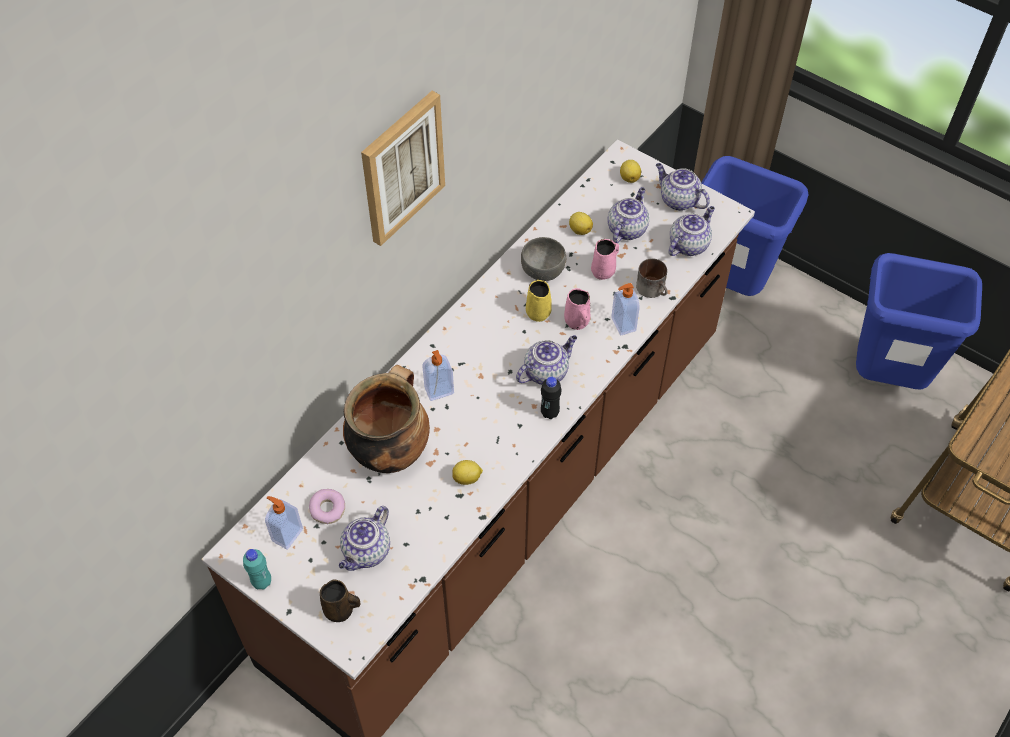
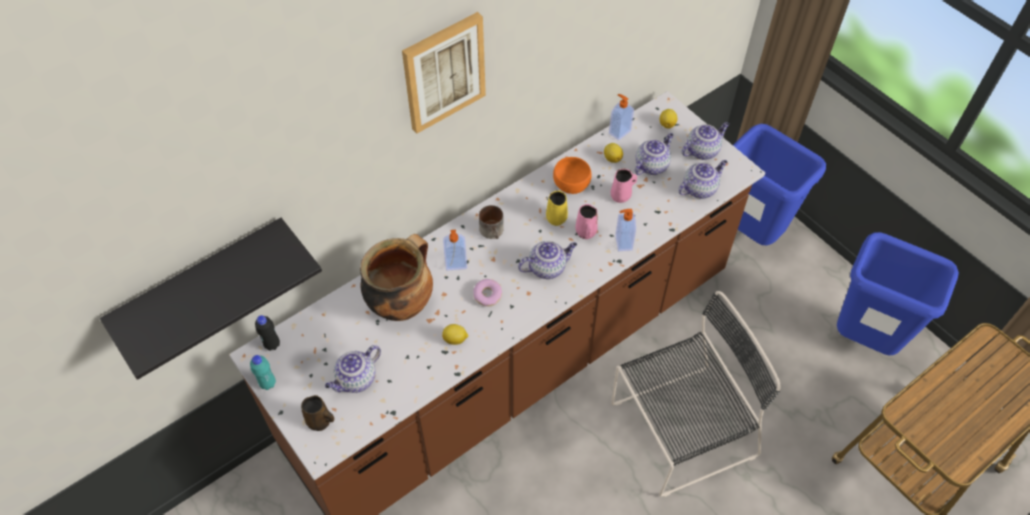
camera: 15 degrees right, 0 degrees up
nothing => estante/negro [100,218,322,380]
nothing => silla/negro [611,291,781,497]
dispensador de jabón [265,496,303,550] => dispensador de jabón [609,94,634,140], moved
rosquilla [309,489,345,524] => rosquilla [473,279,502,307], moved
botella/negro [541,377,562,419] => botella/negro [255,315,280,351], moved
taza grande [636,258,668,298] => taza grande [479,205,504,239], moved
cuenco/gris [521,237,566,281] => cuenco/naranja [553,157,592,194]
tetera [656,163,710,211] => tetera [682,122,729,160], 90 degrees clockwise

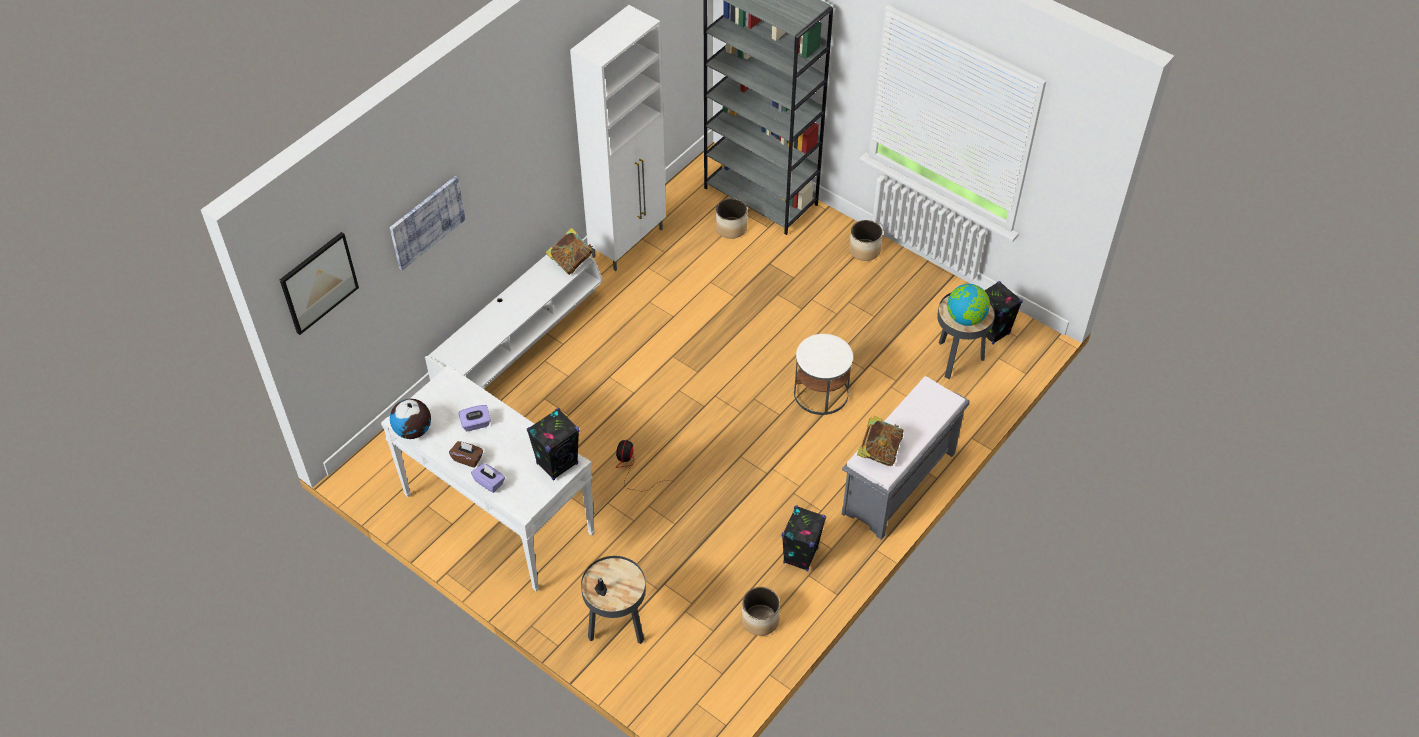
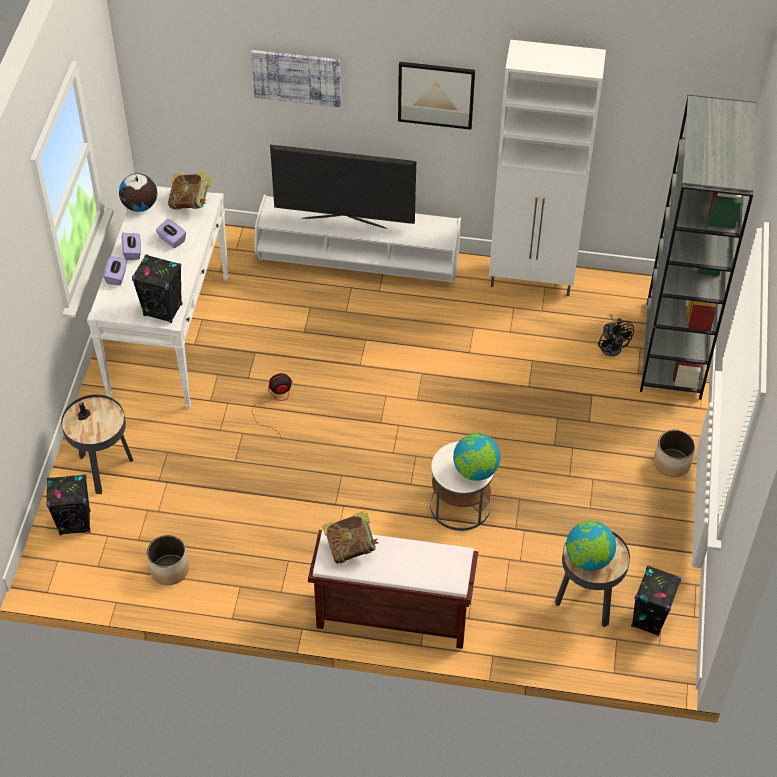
camera: 60 degrees right, 0 degrees up
nothing => televisor [270,145,416,229]
nothing => globo terráqueo [453,433,501,481]
cuadro [280,232,359,335] => cuadro [398,62,475,130], moved
libro [546,228,593,275] => libro [168,173,212,210], moved
altavoz/negro [782,505,826,572] => altavoz/negro [46,474,91,535], moved
maceta [715,198,747,239] => ventilador/negro [598,314,634,357]
caja de pañuelos/marrón [449,441,483,468] => caja de pañuelos/morado [122,232,141,260]
banco/gris [842,376,970,540] => banco/marrón [308,529,478,649]

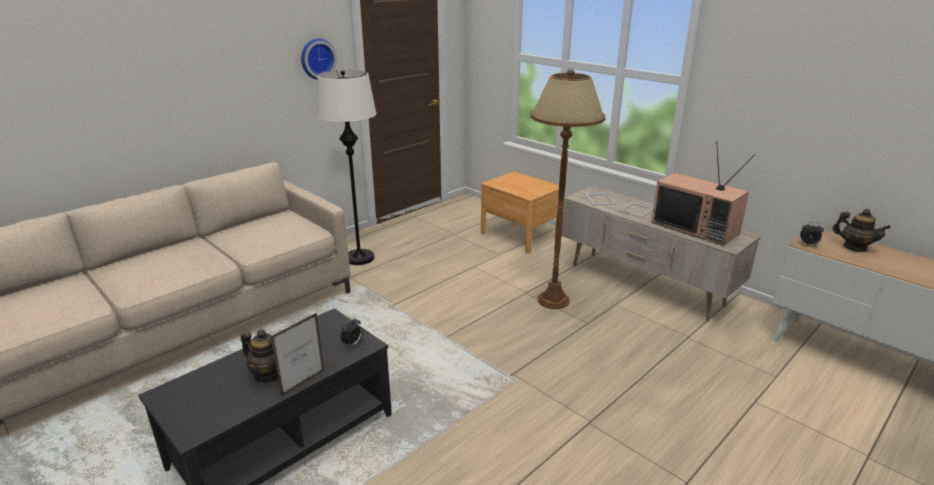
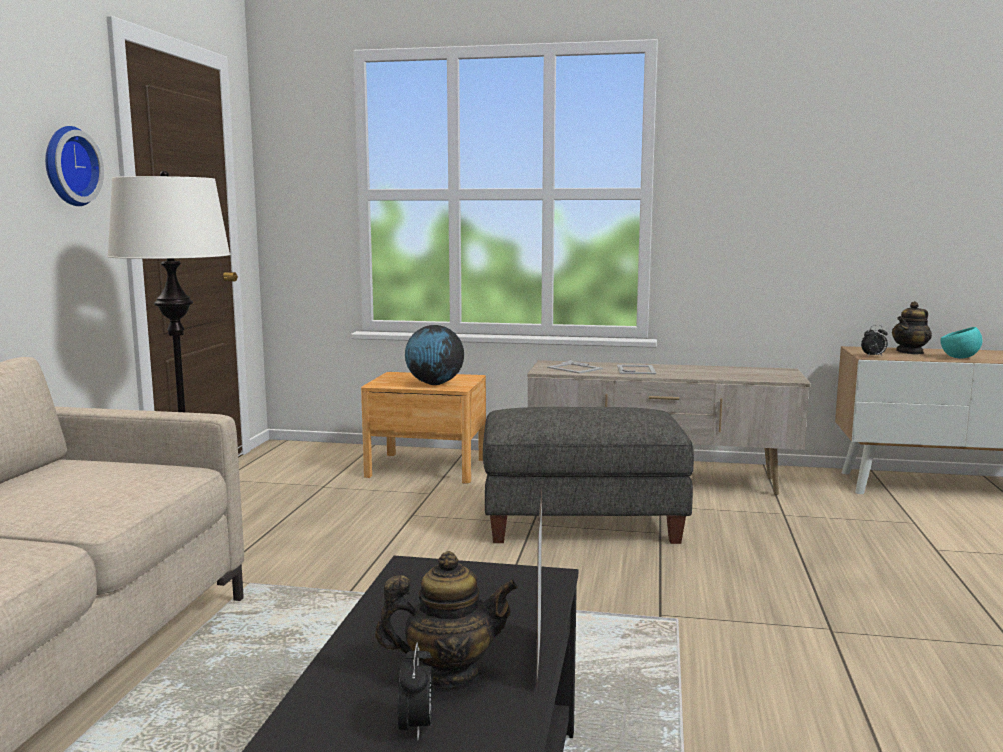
camera: 35 degrees left, 15 degrees down
televisor [651,141,755,246] => nothing
nothing => globo terráqueo [405,325,464,385]
nothing => cuenco/turquesa [940,327,983,358]
despertador [340,317,363,348] => despertador [398,643,433,740], moved
lámpara de pie/marrón [531,69,606,309] => puf/gris [483,407,694,544]
tetera [832,209,891,252] => tetera [892,301,932,355], 135 degrees clockwise

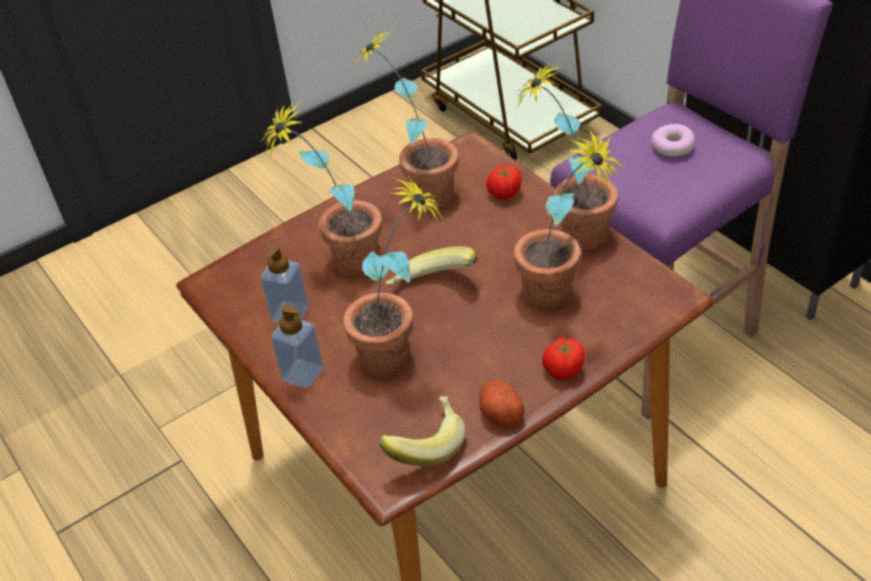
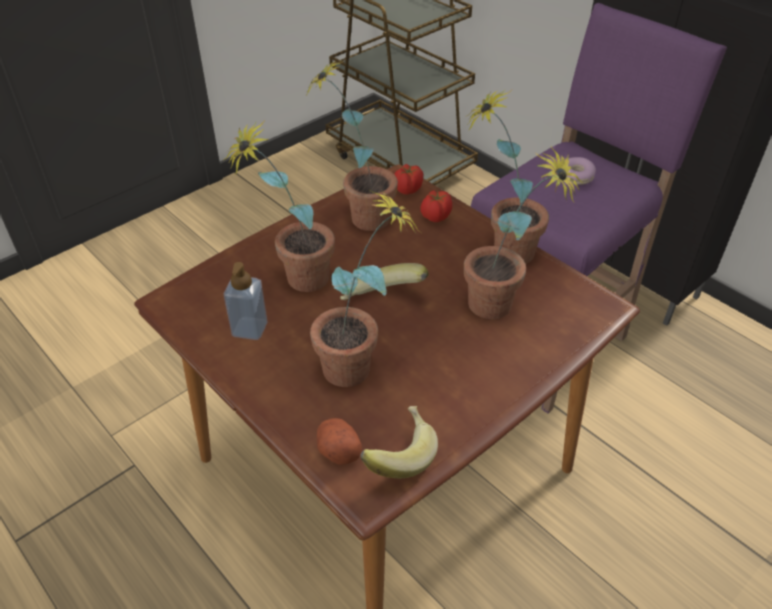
camera: 10 degrees left, 0 degrees up
dispensador de jabón [271,304,324,388] => nothing
patata [479,380,524,426] => patata [317,418,362,465], moved
tomate [542,337,585,380] => tomate [394,164,423,195], moved

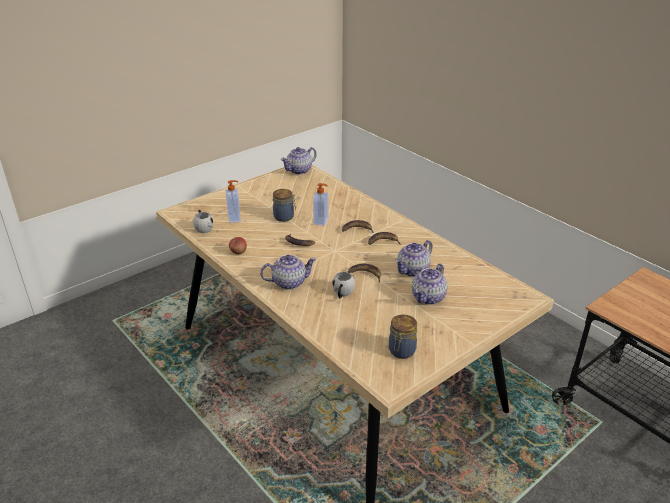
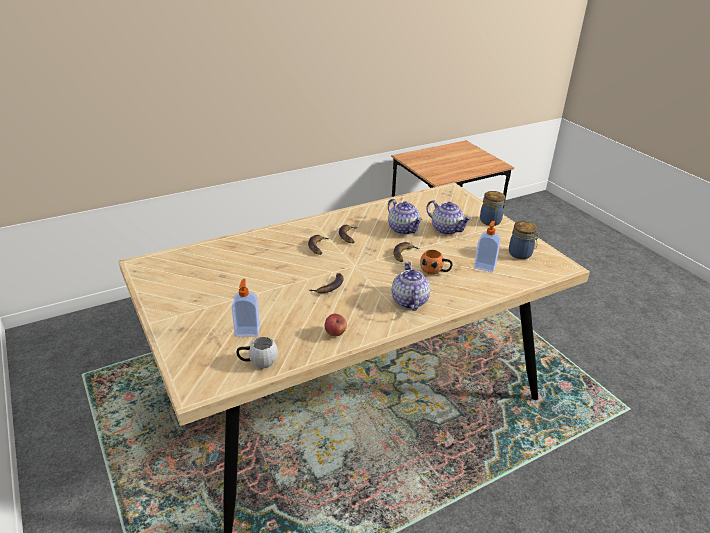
camera: 80 degrees left, 0 degrees up
tetera [281,147,317,175] => nothing
tarro [273,189,296,222] => tarro [480,191,505,226], moved
dispensador de jabón [313,183,328,226] => dispensador de jabón [474,221,501,273], moved
taza grande/blanco [332,272,355,298] => taza grande/naranja [420,250,452,275]

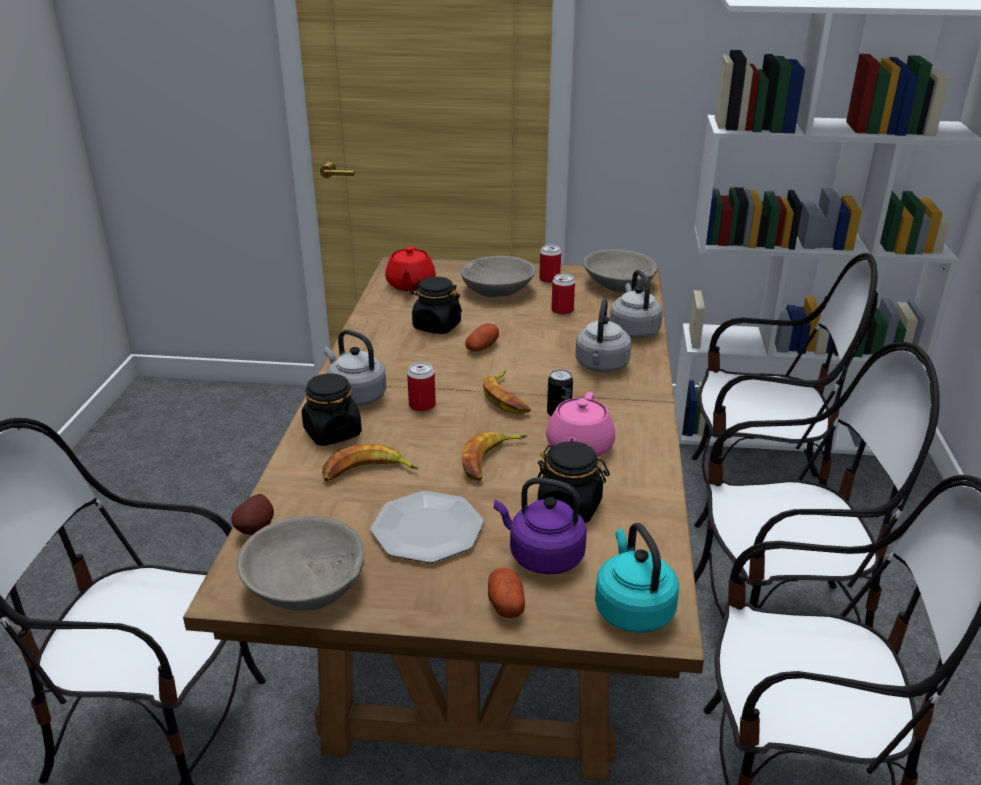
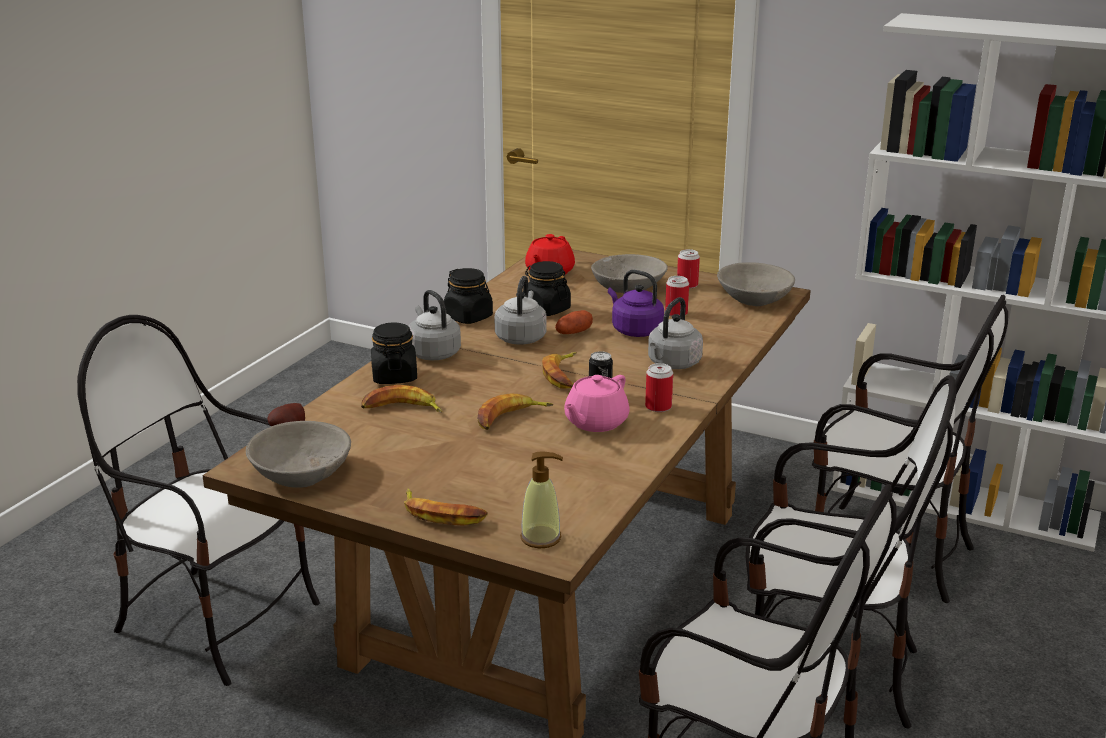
camera: 20 degrees right, 5 degrees down
plato [371,491,484,563] => nothing
lata [407,362,436,412] => lata [645,363,673,412], moved
hervidor/morado [494,477,587,574] => hervidor/morado [608,270,664,337], moved
tarro/negro [537,441,610,523] => tarro/negro [444,268,493,324], moved
hervidor/gris [610,270,663,339] => hervidor/gris [495,276,546,345], moved
patata [488,568,525,618] => plátano [404,488,488,526]
hervidor/turquesa [595,523,679,633] => dispensador de jabón [520,451,563,548]

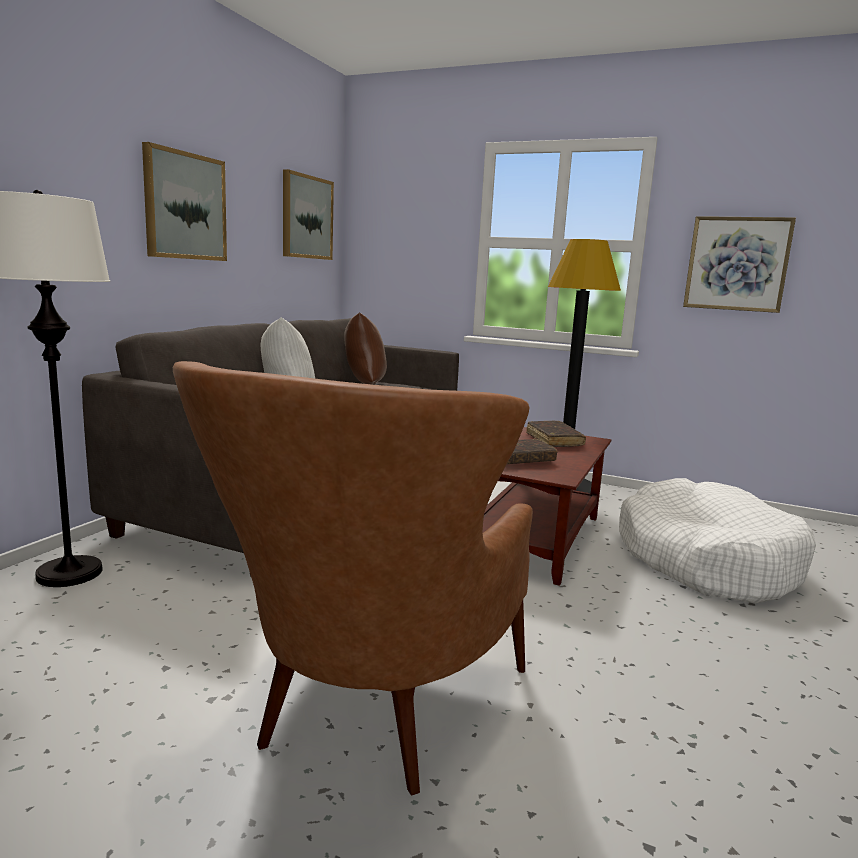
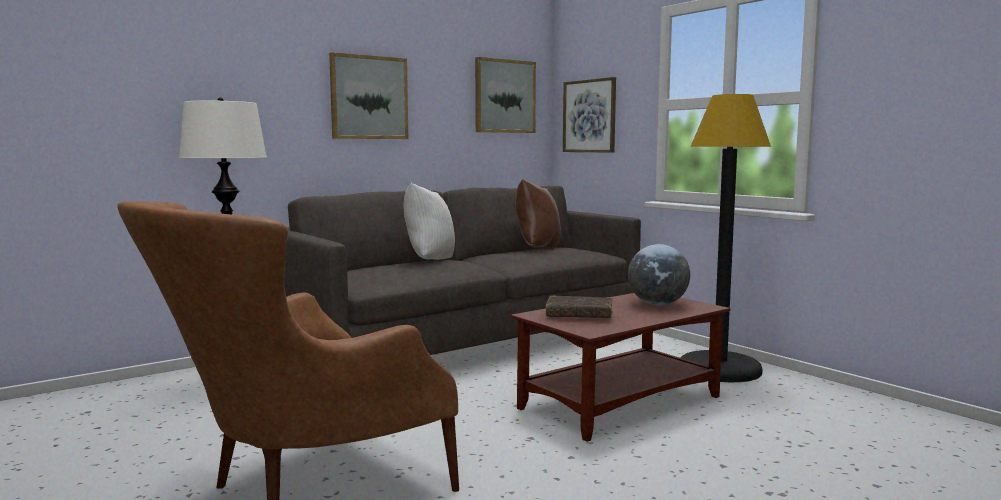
camera: 30 degrees right, 5 degrees down
cama para perro/blanco [619,478,816,604] => nothing
cuadro [683,216,796,313] => cuadro [563,77,616,153], moved
libro/marrón [526,421,586,447] => globo terráqueo [628,244,690,305]

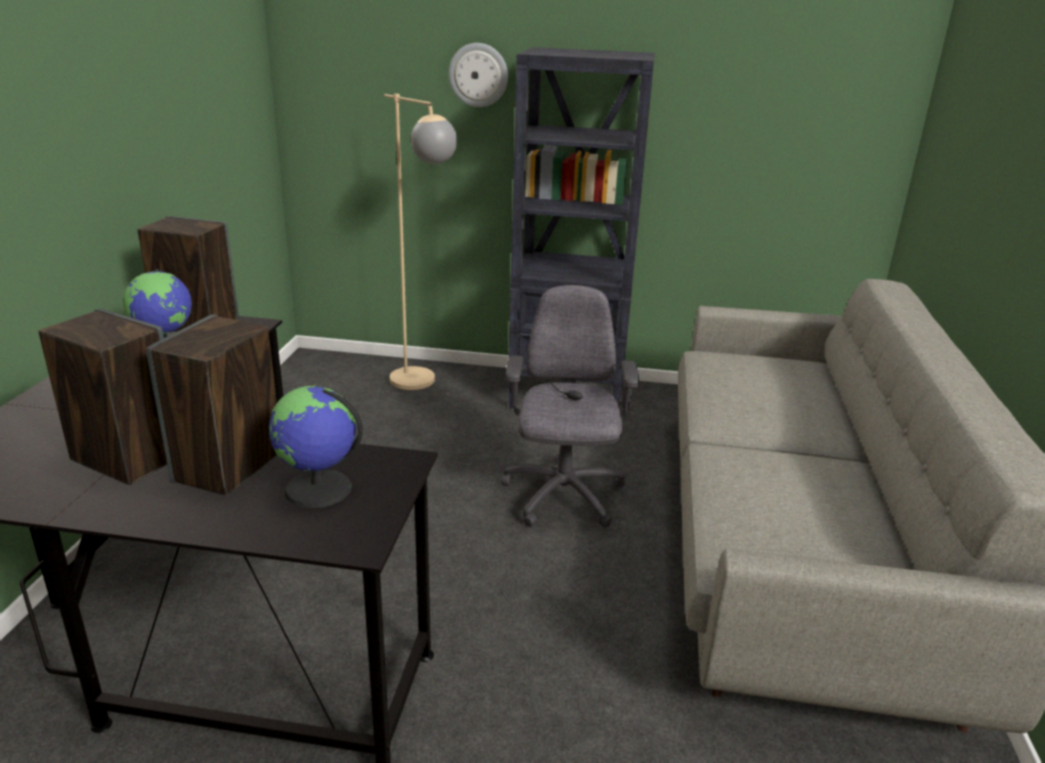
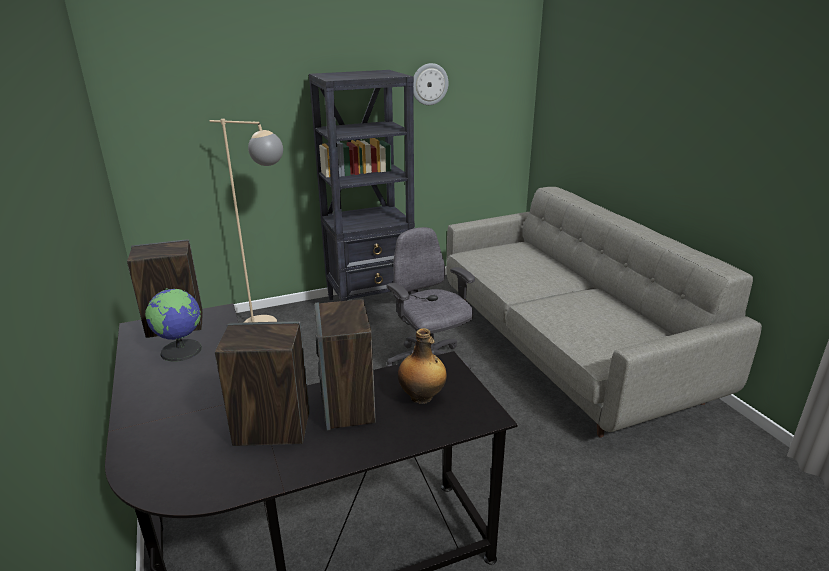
camera: 30 degrees left, 0 degrees up
reloj de pared [449,43,508,107] => reloj de pared [413,63,449,105], moved
globo terráqueo [269,386,363,508] => botella [398,328,447,404]

